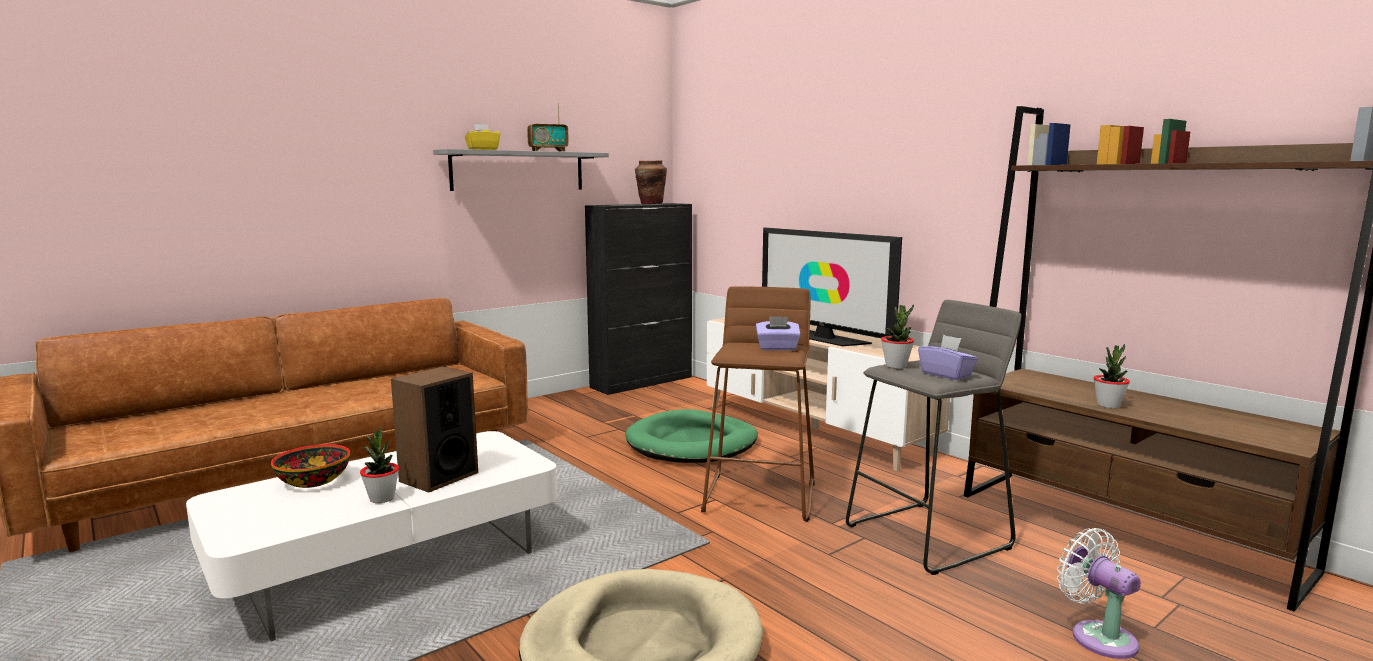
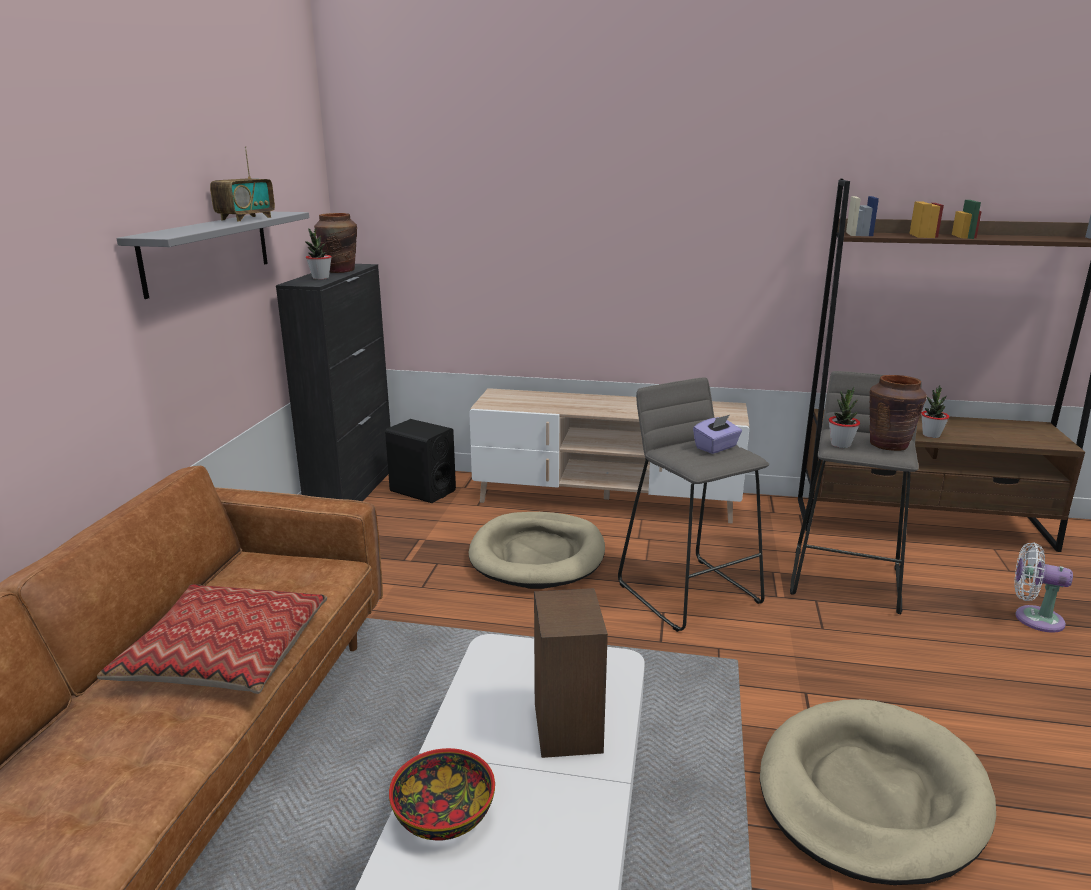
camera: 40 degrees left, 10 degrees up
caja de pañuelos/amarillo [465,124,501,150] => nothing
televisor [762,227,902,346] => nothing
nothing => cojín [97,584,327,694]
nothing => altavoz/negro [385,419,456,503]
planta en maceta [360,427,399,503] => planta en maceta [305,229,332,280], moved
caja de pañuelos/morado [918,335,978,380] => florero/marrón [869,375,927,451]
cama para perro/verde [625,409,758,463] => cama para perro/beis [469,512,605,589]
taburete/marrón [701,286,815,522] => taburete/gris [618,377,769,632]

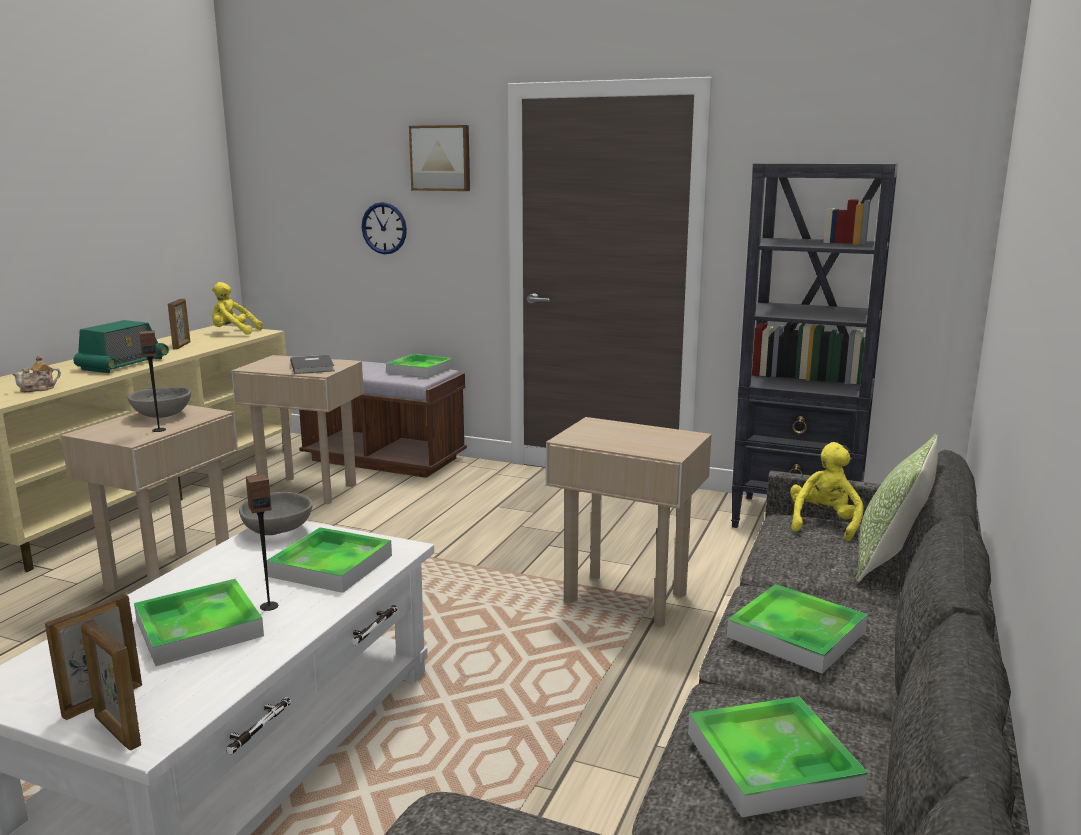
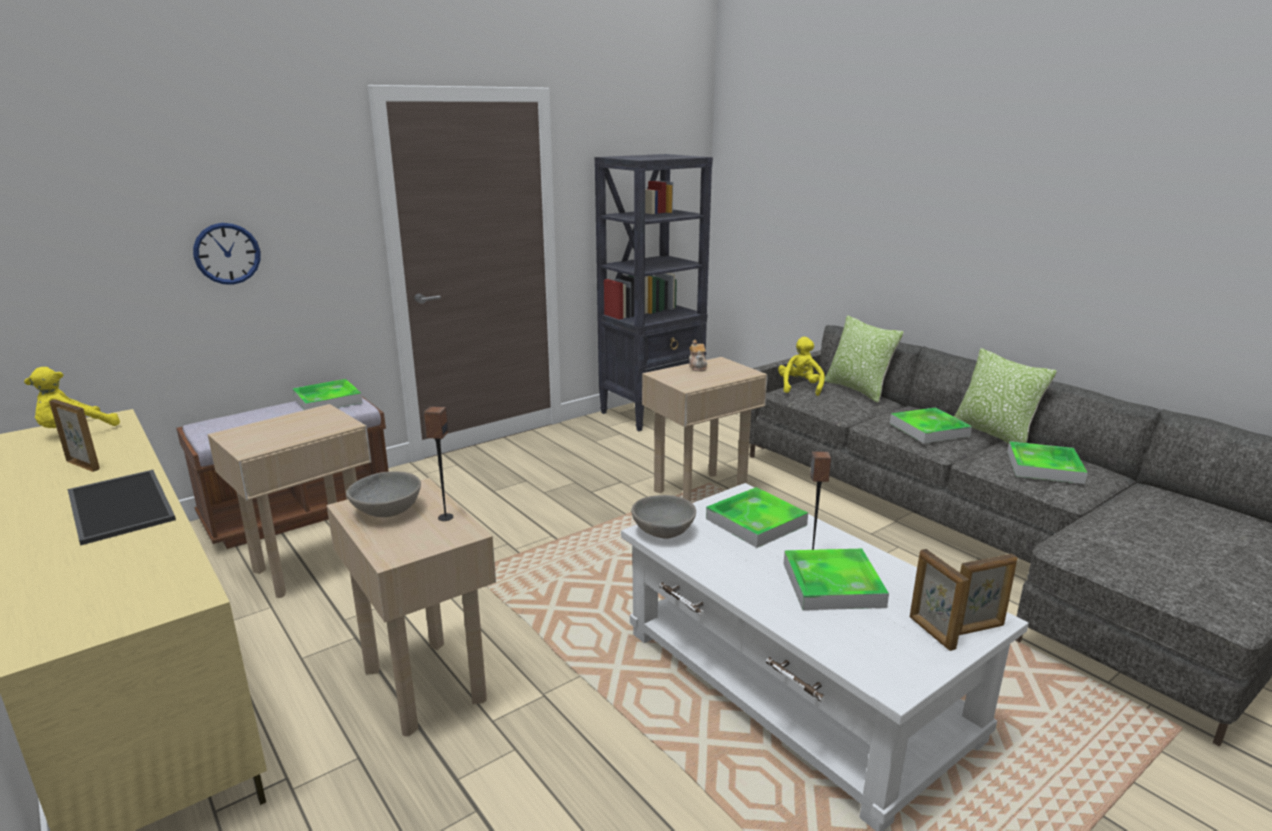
camera: 60 degrees left, 5 degrees up
libro/gris [290,355,335,374] => nothing
cuadro [409,125,470,191] => nothing
nothing => cojín [954,348,1057,444]
tetera [12,355,61,392] => tetera [689,340,707,371], moved
radio [73,320,169,373] => bandeja [68,470,176,546]
peluche/amarillo [790,442,864,541] => peluche/amarillo [778,337,825,396], 45 degrees clockwise

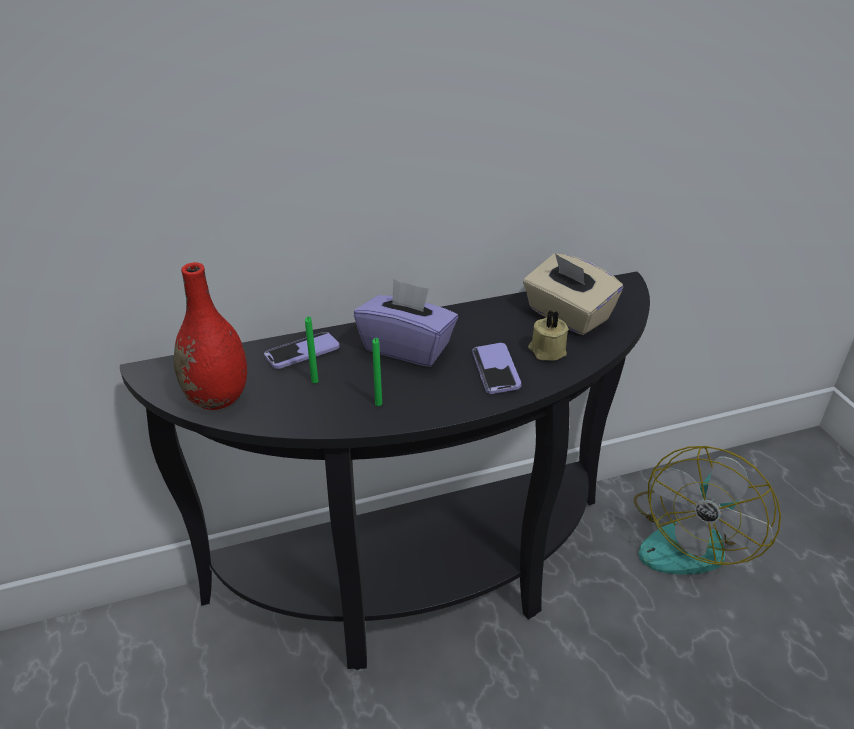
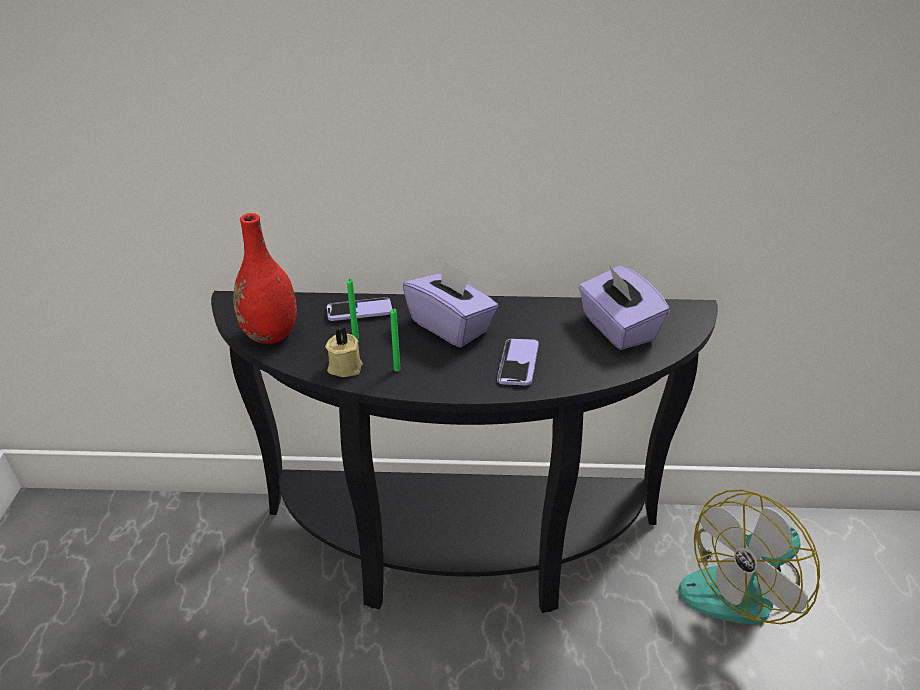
camera: 20 degrees right, 0 degrees up
vela/beis [528,311,569,361] => vela/beis [325,327,363,377], moved
caja de pañuelos/beis [523,253,623,335] => caja de pañuelos/morado [578,265,670,350]

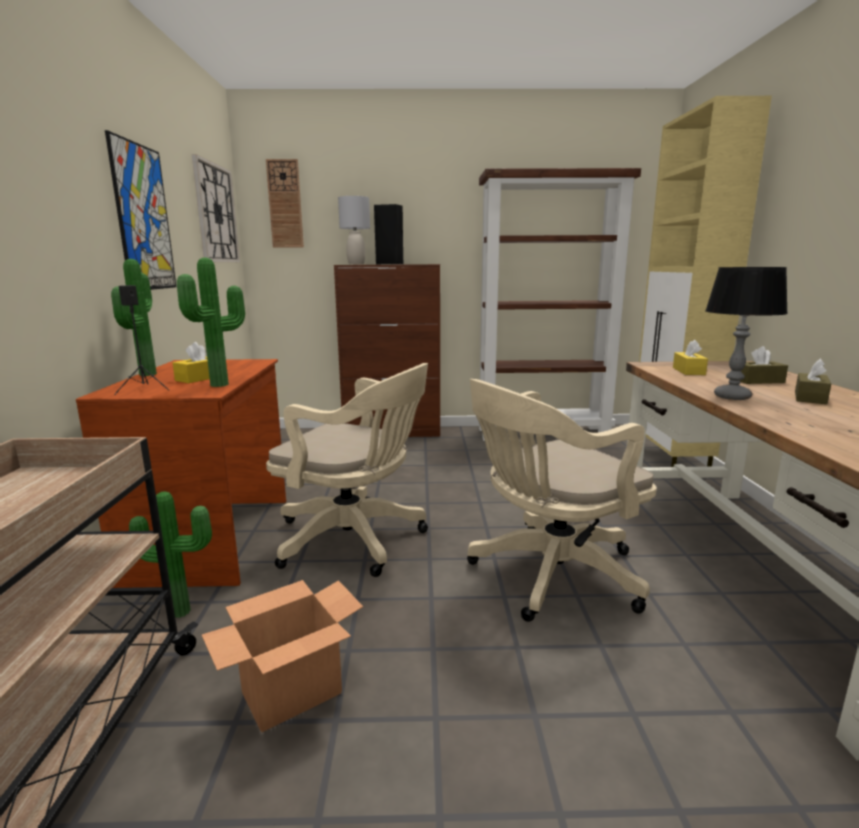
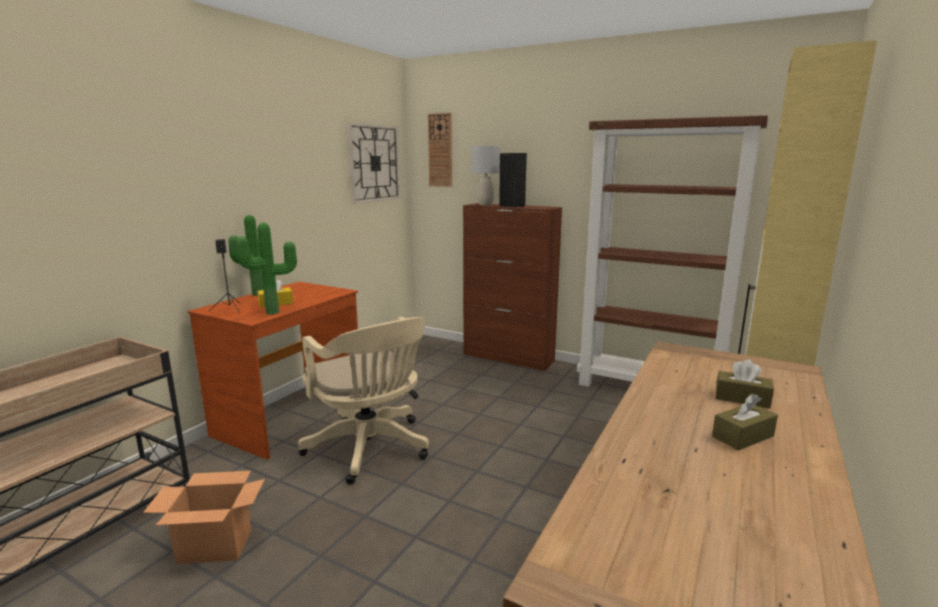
camera: 30 degrees right, 0 degrees up
cuadro [105,130,176,290] => nothing
planta en maceta [129,491,212,618] => nothing
silla de oficina/beis [467,379,657,622] => nothing
caja de pañuelos/amarillo [673,339,708,375] => nothing
lámpara de mesa [705,267,788,400] => nothing

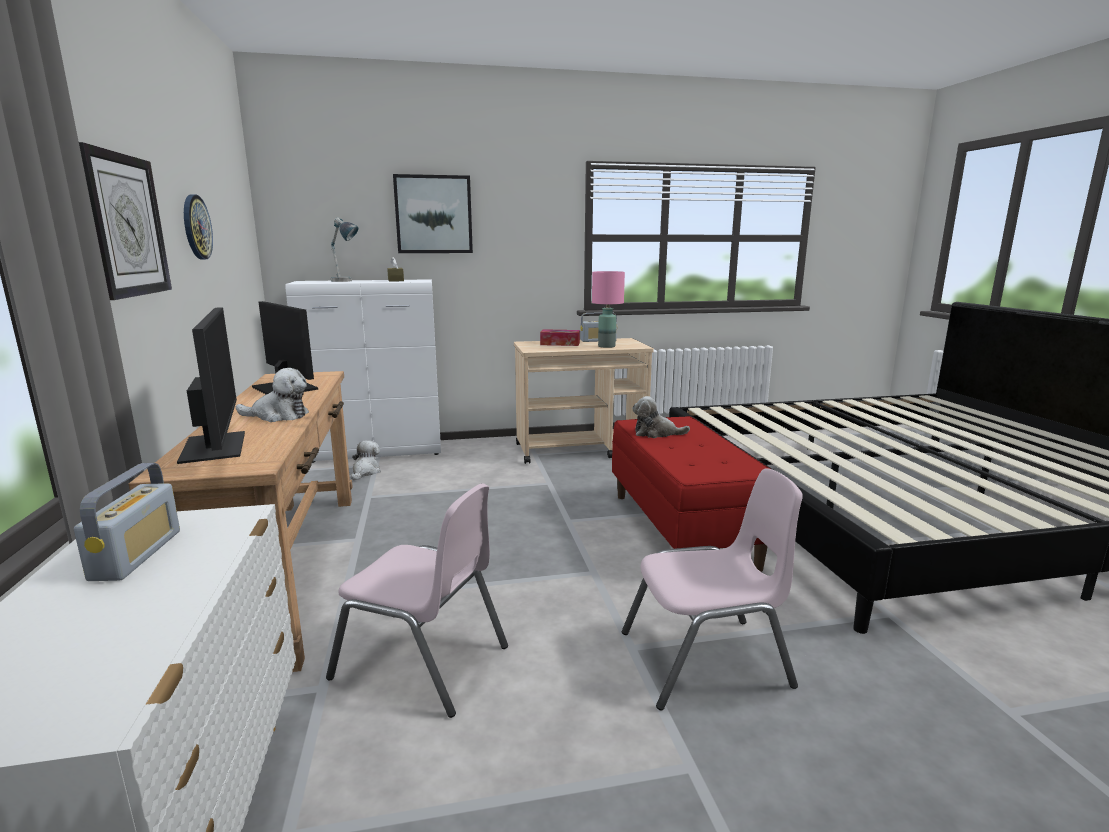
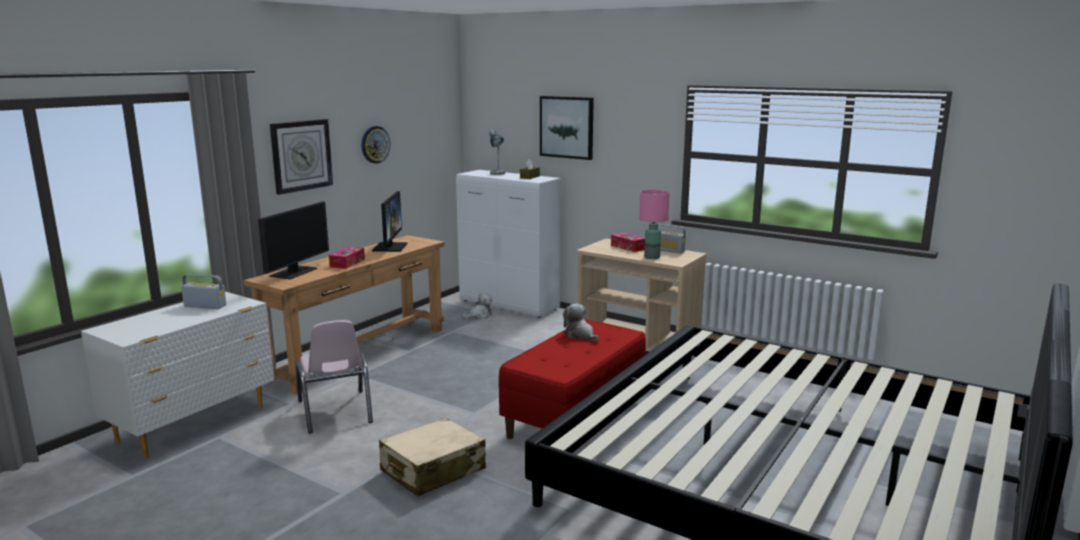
camera: 45 degrees right, 0 degrees up
peluche [236,368,309,422] => caja de pañuelos [329,247,365,269]
silla/rosa [622,468,803,711] => maleta/beis [379,418,486,496]
radio [74,463,180,581] => radio [181,274,226,309], 120 degrees counterclockwise

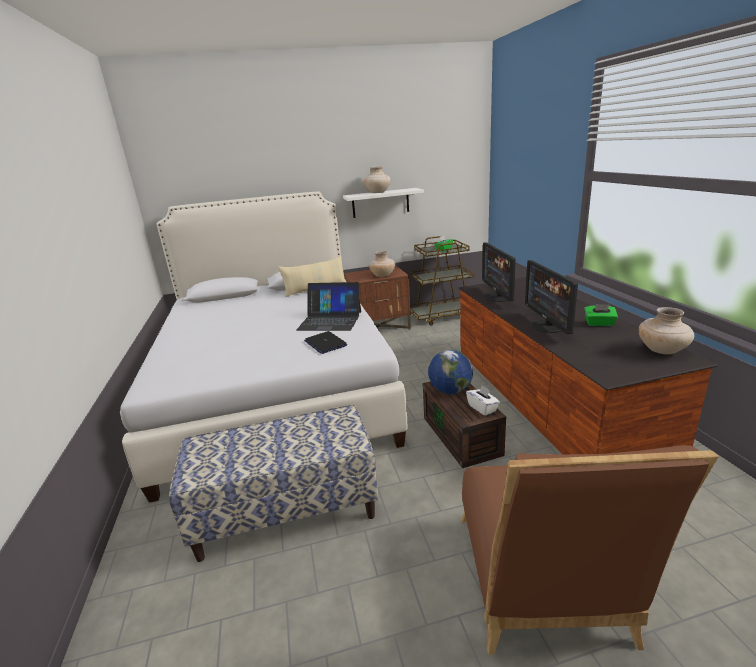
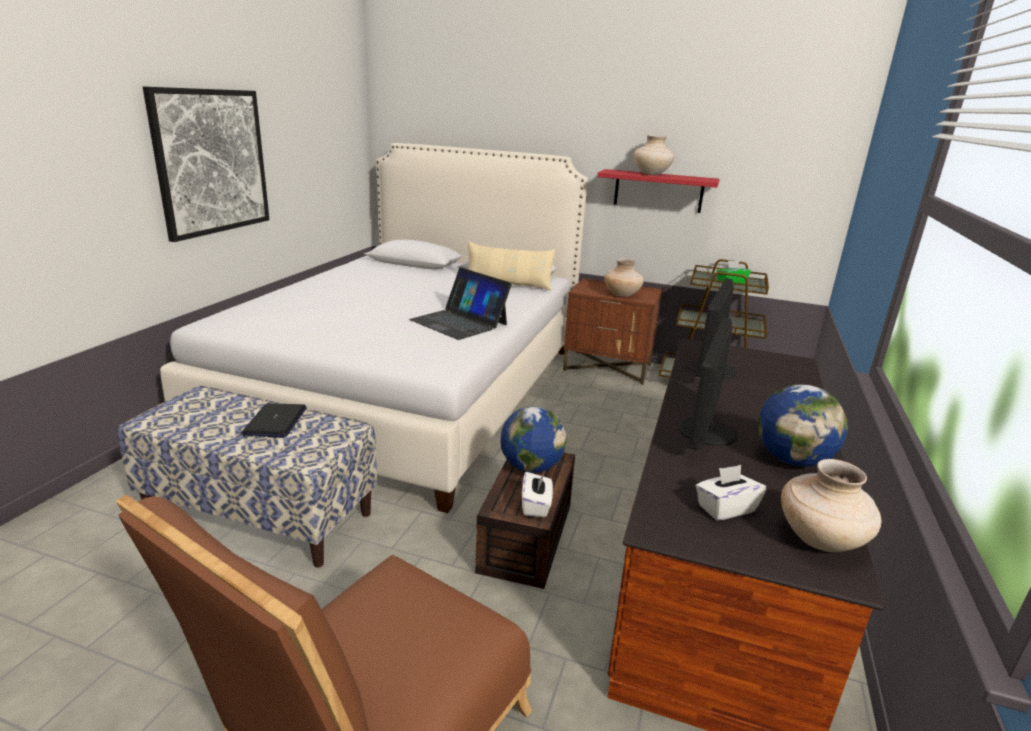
camera: 30 degrees right, 0 degrees up
nothing => cuadro [143,86,270,242]
nothing => caja de pañuelos/blanco [696,465,767,521]
portátil [304,331,347,354] => portátil [240,403,307,438], moved
caja de pañuelos/verde [584,304,618,326] => globo terráqueo [758,384,848,466]
estante/blanco [343,188,424,218] => estante/rojo [597,169,720,213]

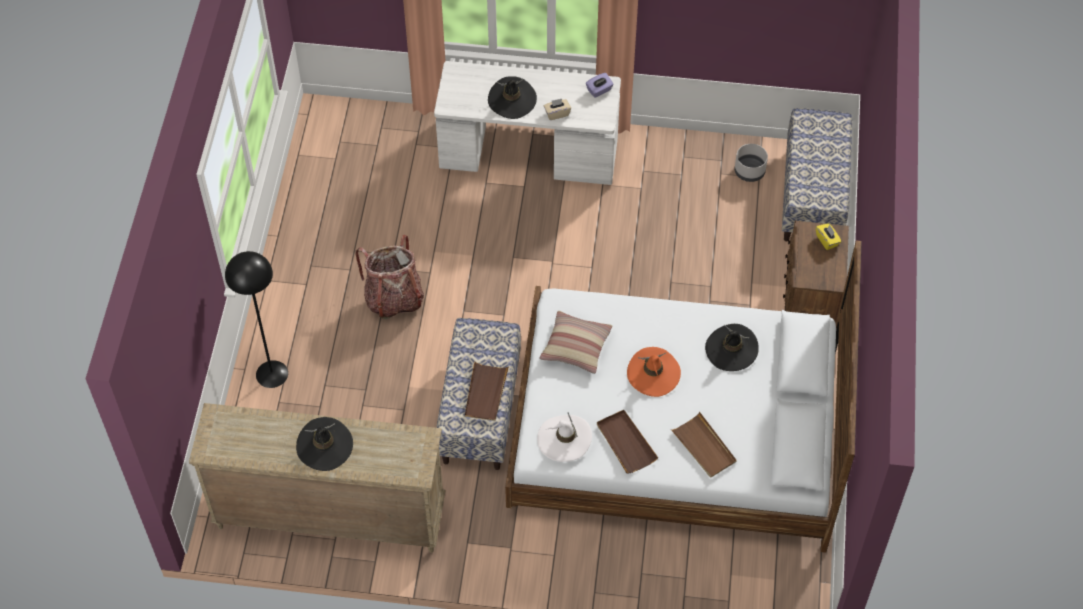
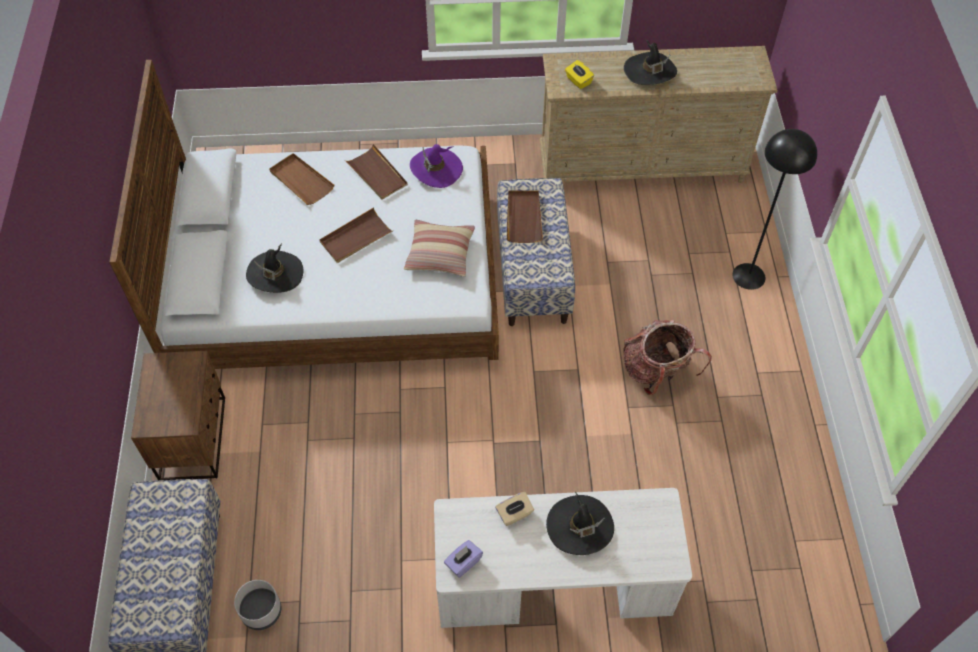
camera: 170 degrees right, 0 degrees up
caja de pañuelos/amarillo [816,223,841,250] => caja de pañuelos/amarillo [565,60,594,89], moved
sombrero/naranja [627,347,681,397] => bandeja/marrón [320,208,393,263]
sombrero/blanco [537,413,592,462] => sombrero/morado [410,144,463,188]

